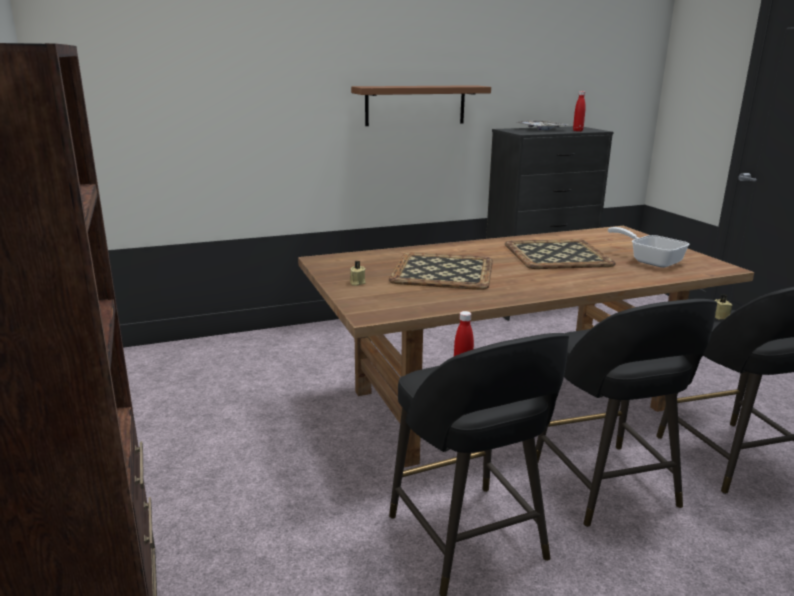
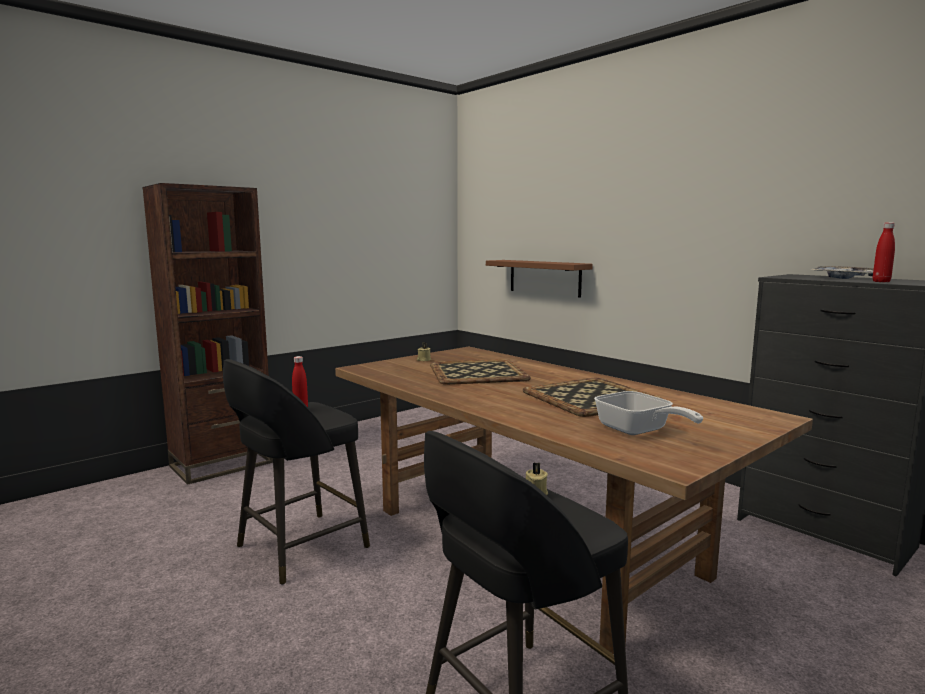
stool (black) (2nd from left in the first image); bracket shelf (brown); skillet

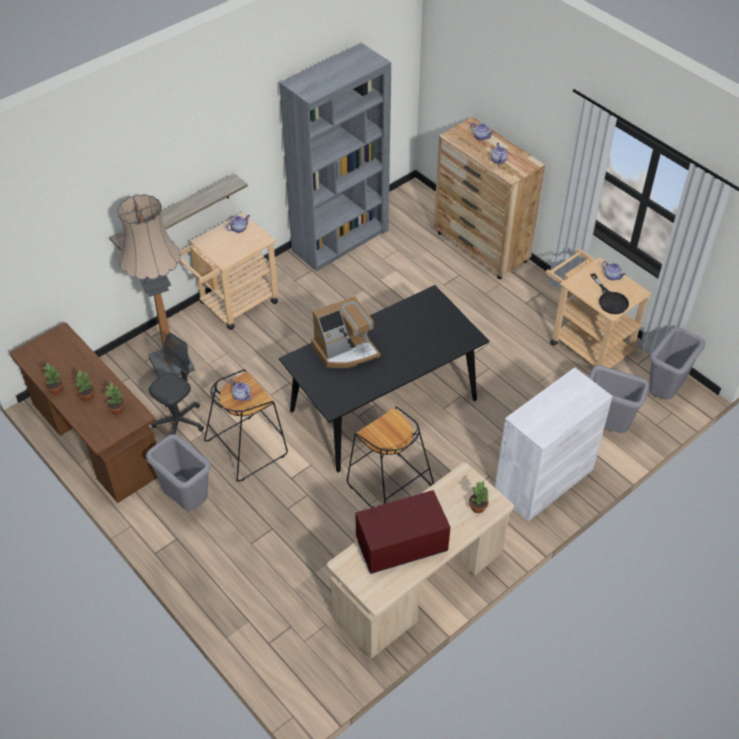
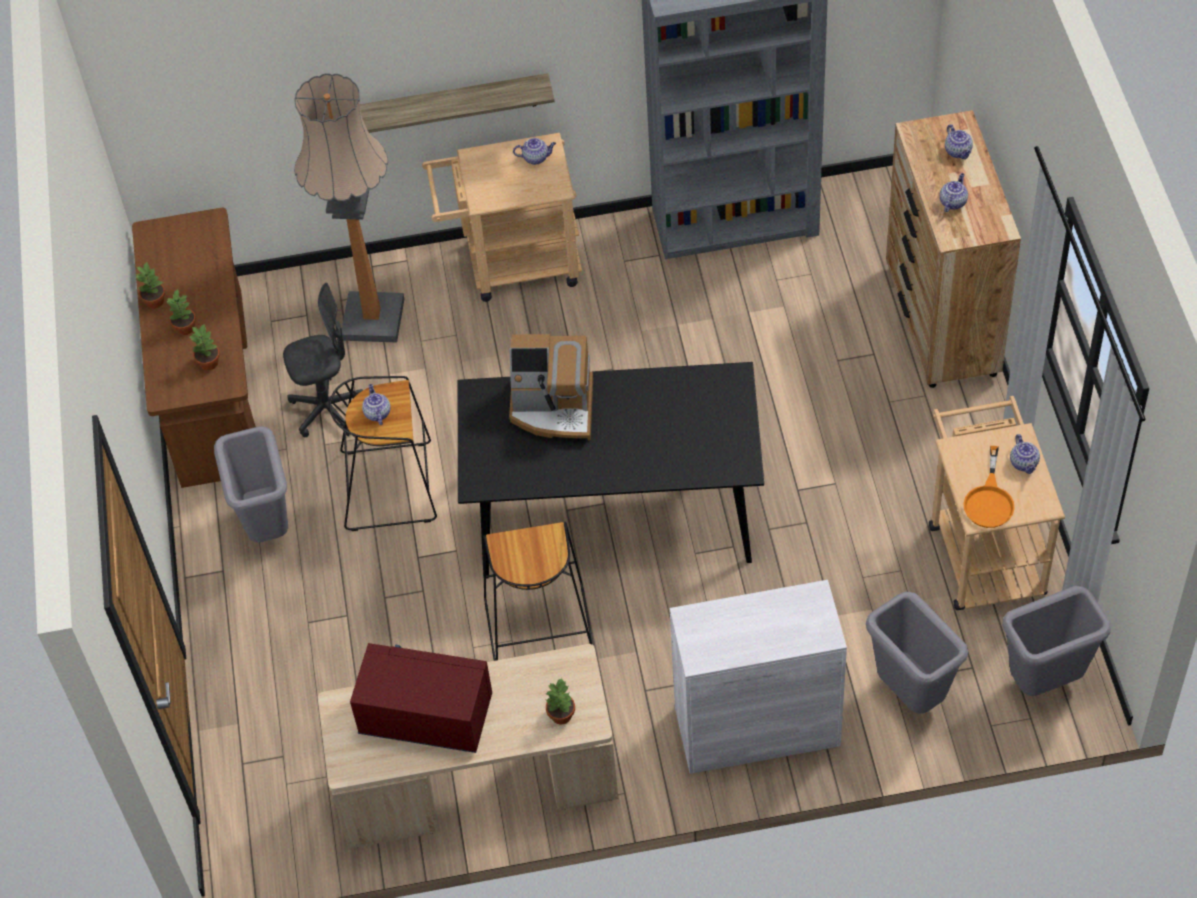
skillet (orange)

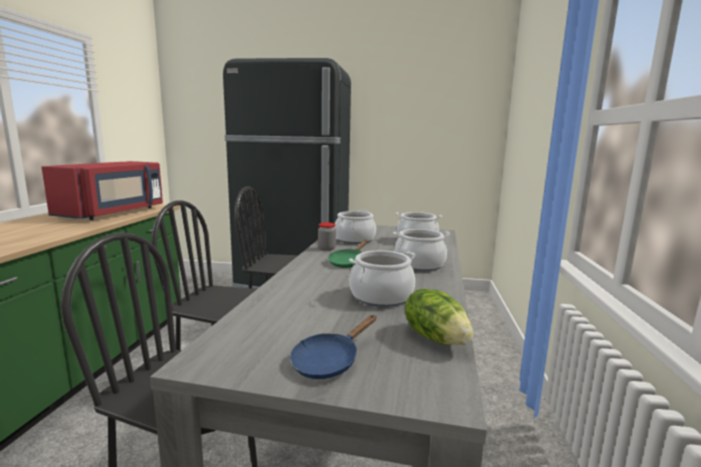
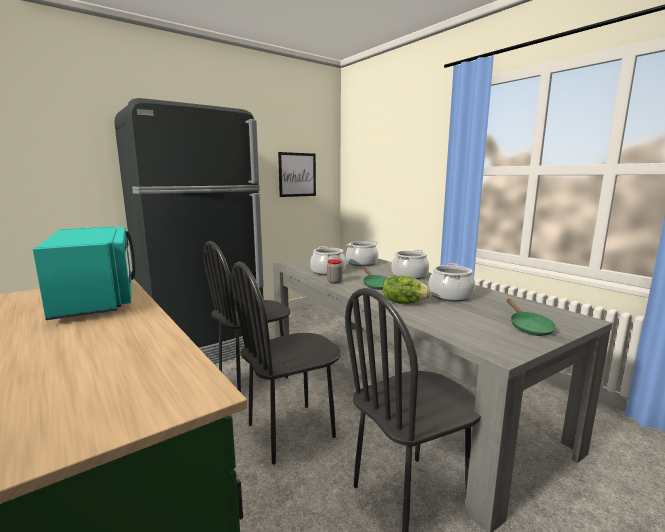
wall art; lettuce head; microwave oven (blue-green); skillet (greenish) (2nd from left)

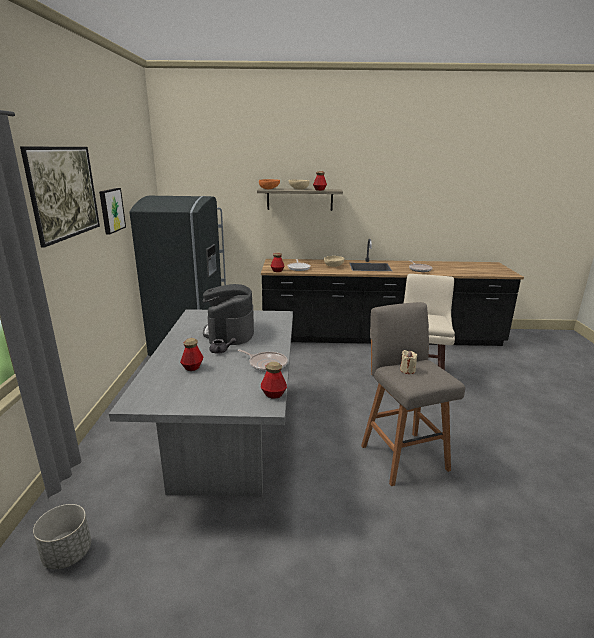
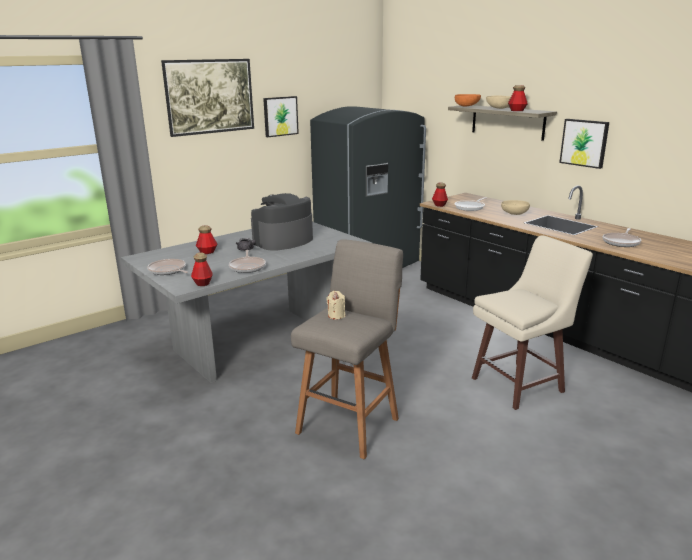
flower pot (grey); skillet (1st from left); wall art (3rd from left)

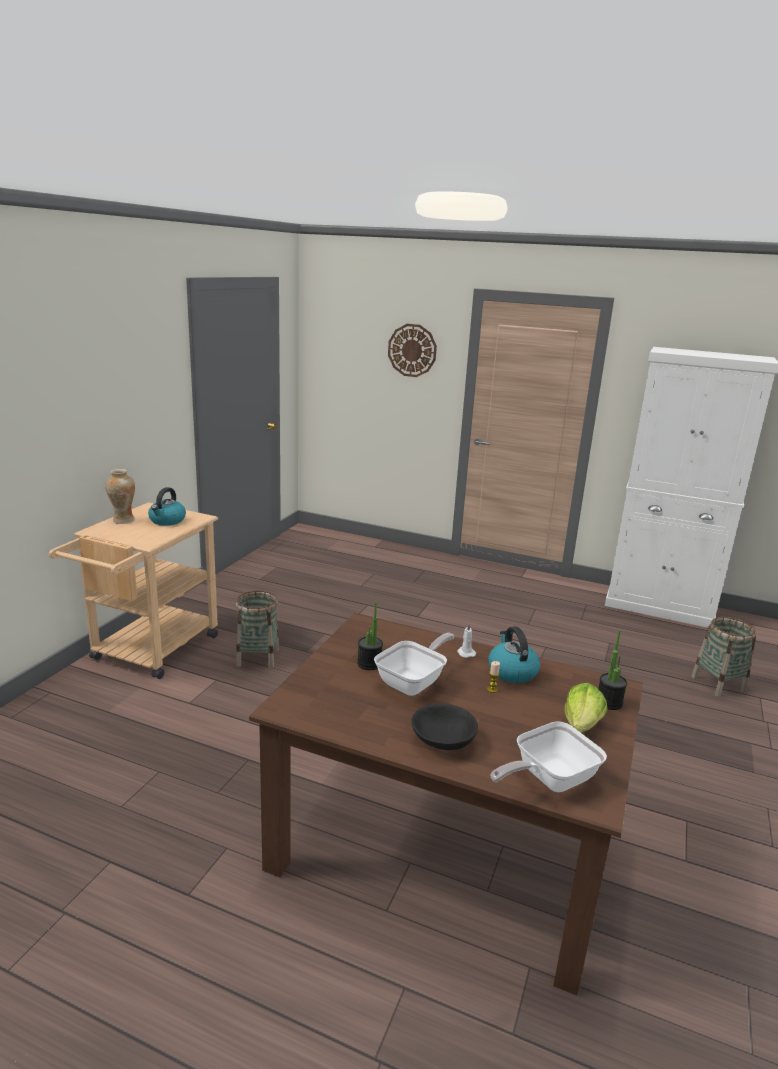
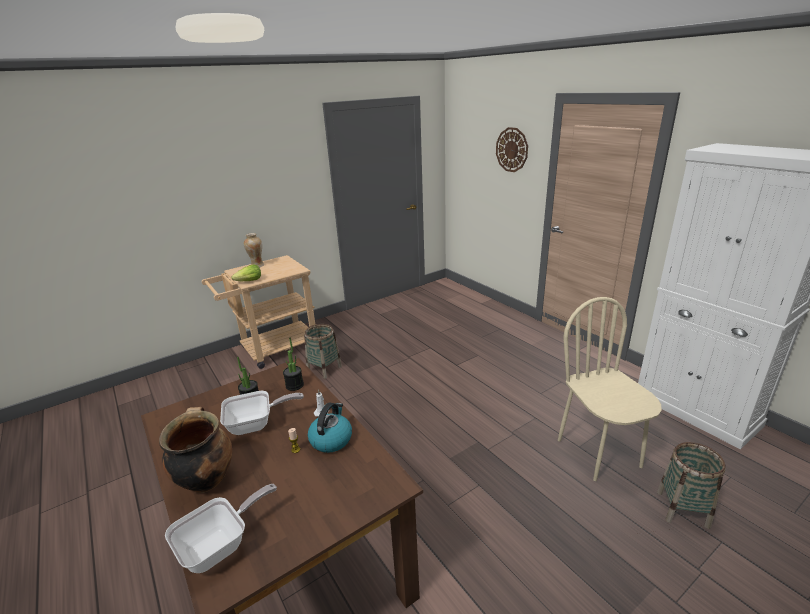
tea kettle (1st from left in the first image); chair (sand-coloured); lettuce head; plant in a pot (2nd from left); stockpot; skillet (1st from left)

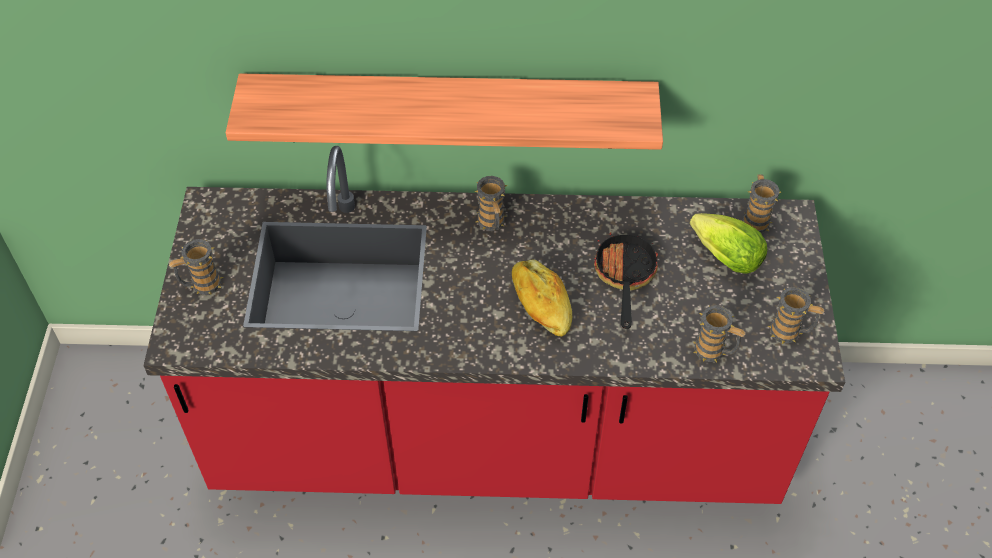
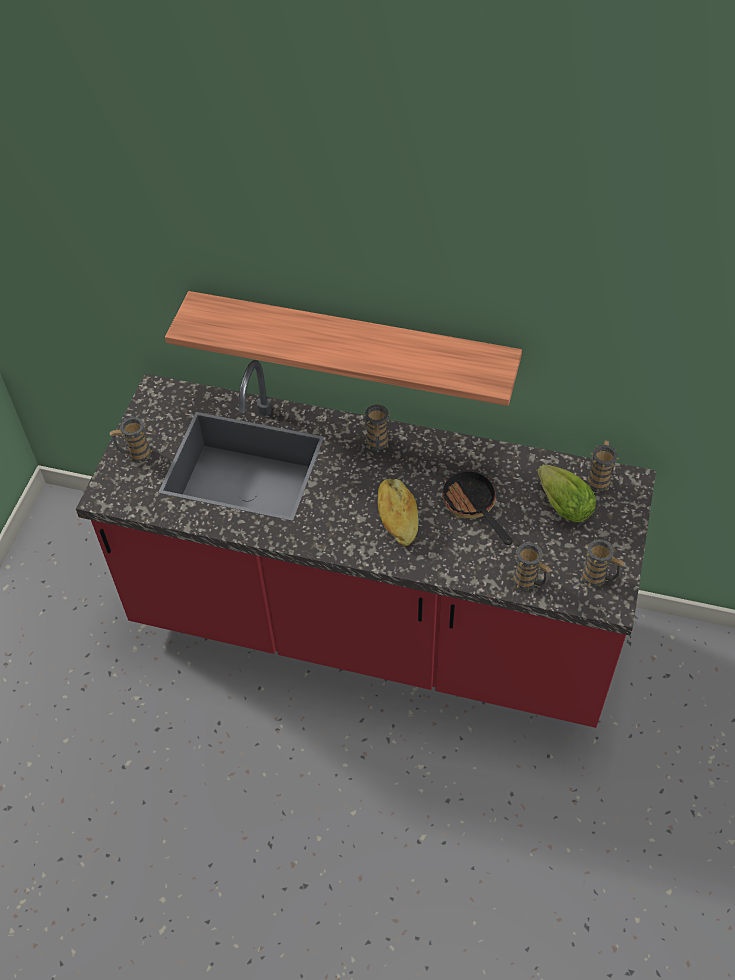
skillet

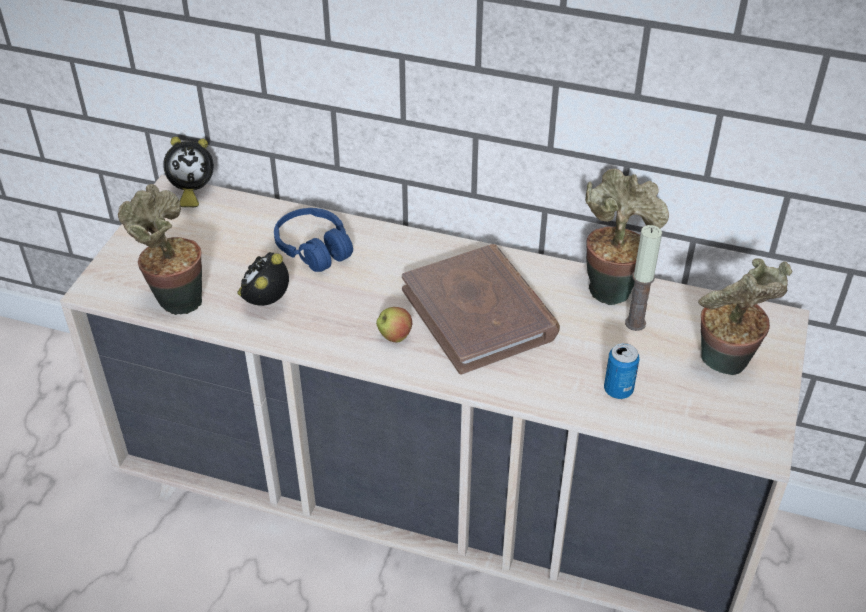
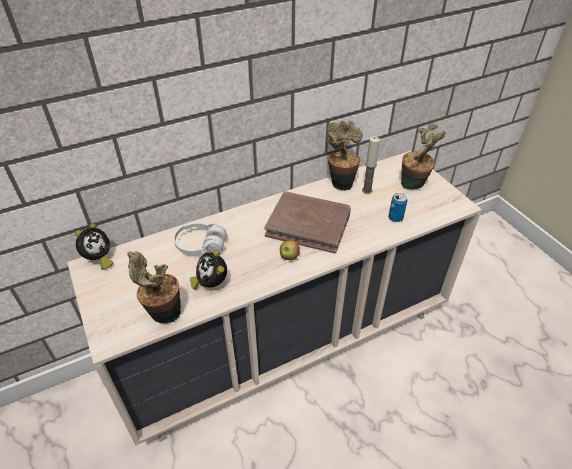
headphones (white-coloured)

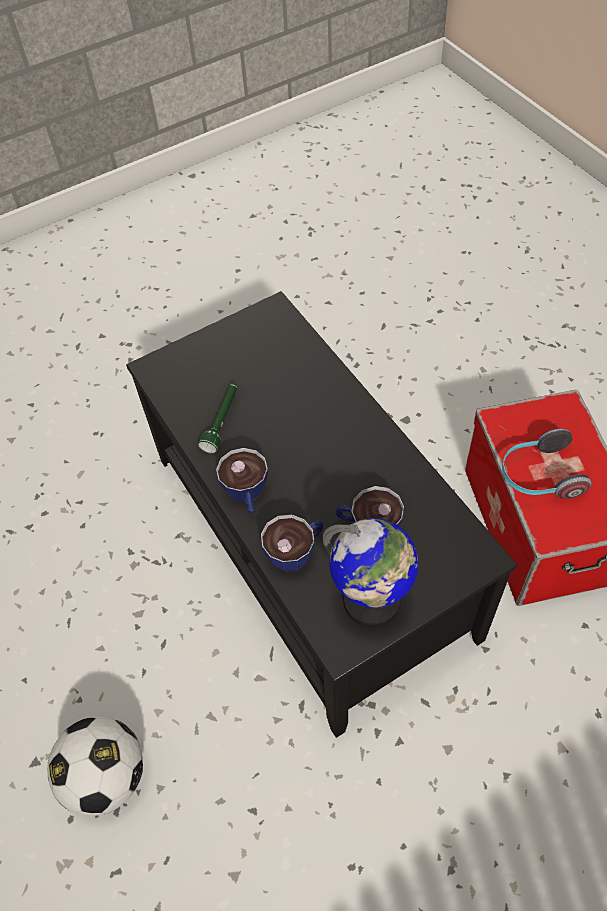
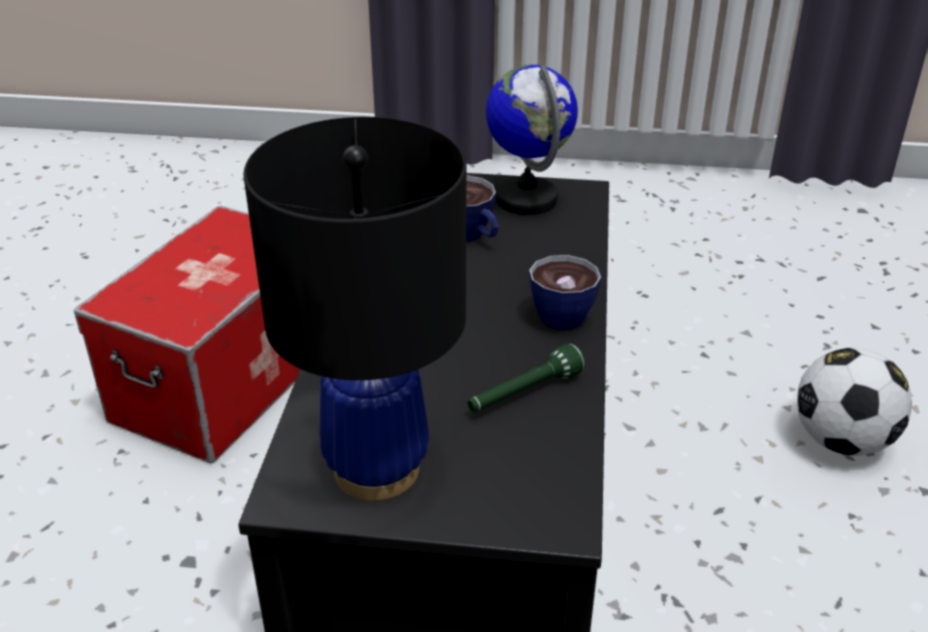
small cup (2nd from left in the first image); headphones; lamp for a table (black)

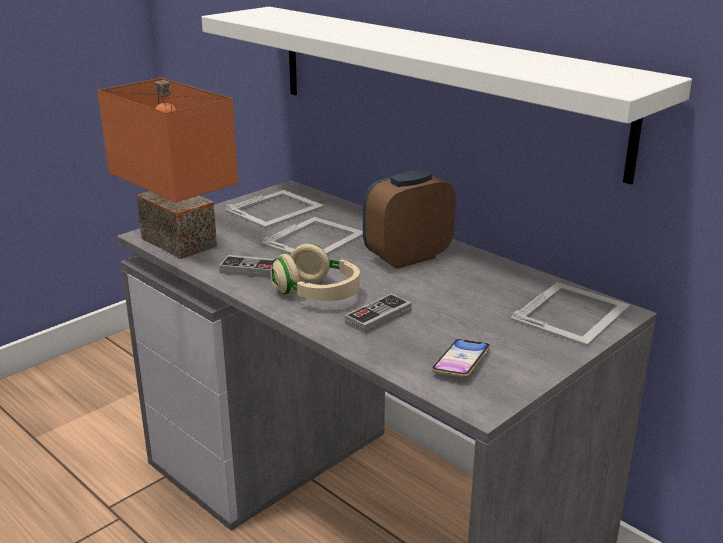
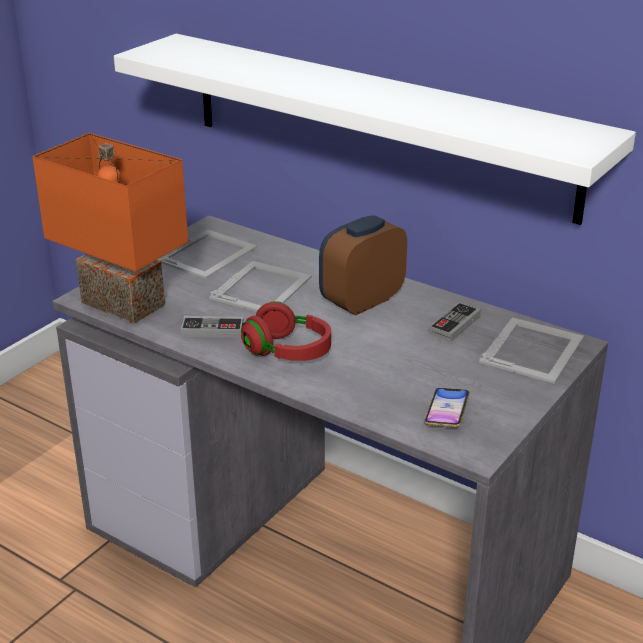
game controller (2nd from left); headphones (reddish)

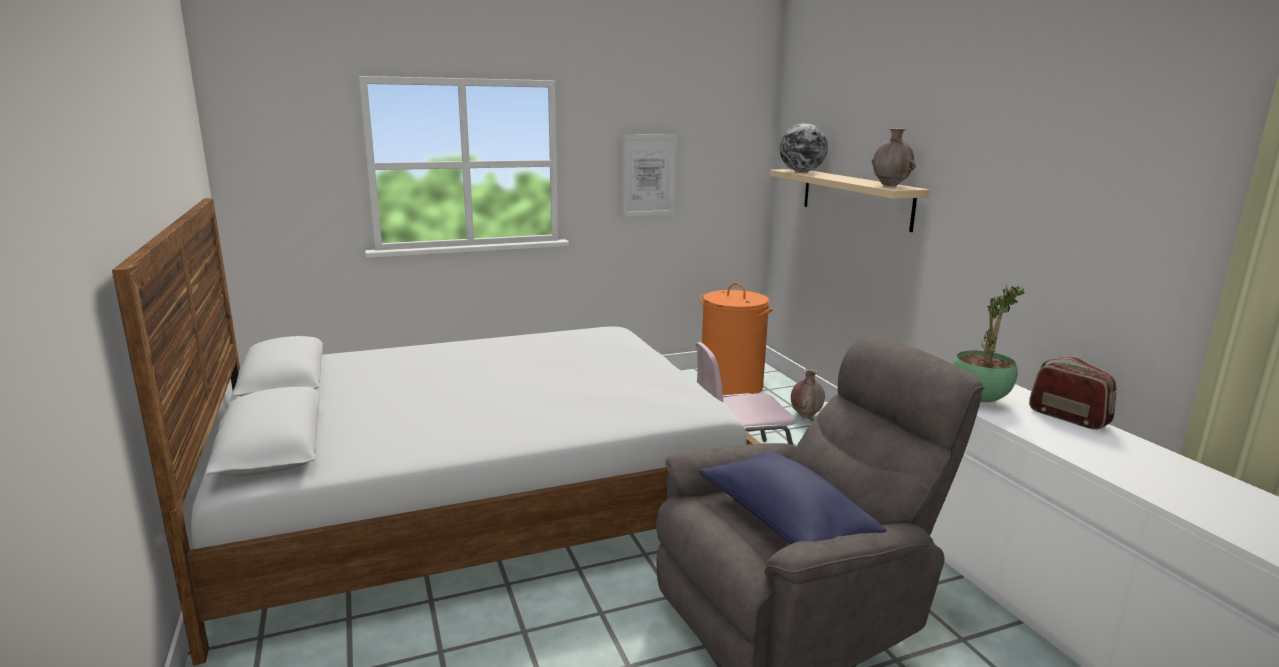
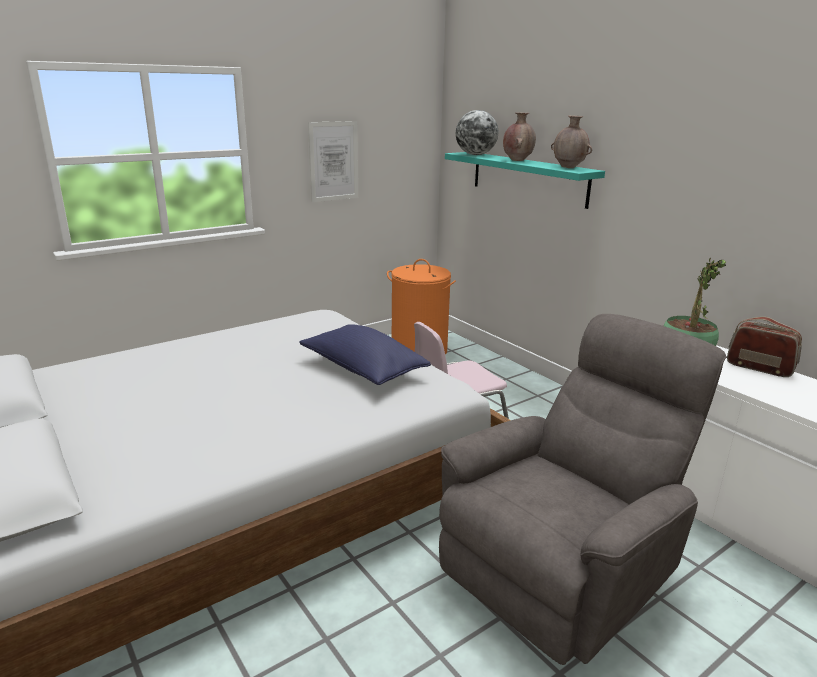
cushion (blue-coloured); vase (brown) (1st from left); bracket shelf (blue-green)

